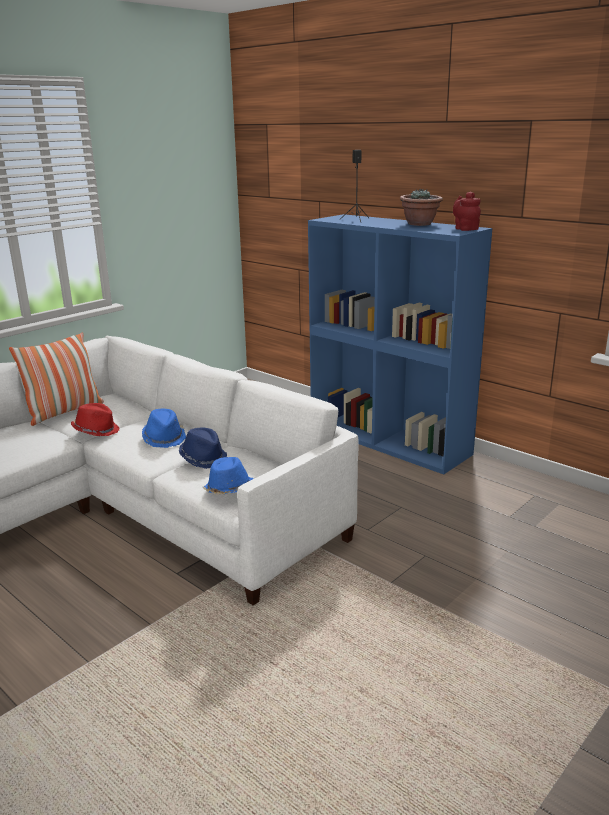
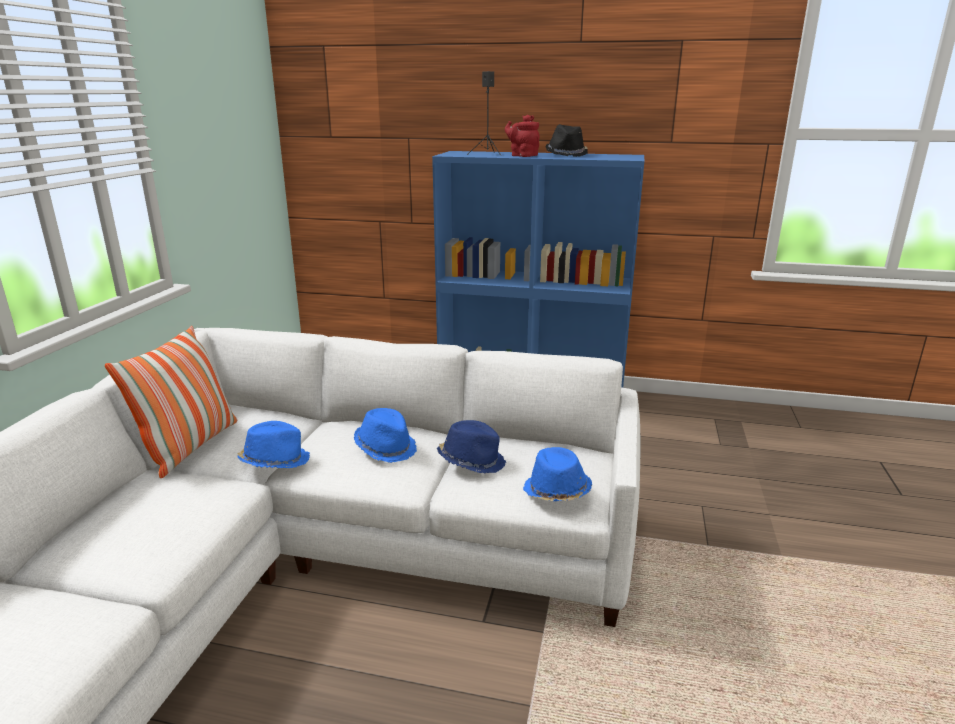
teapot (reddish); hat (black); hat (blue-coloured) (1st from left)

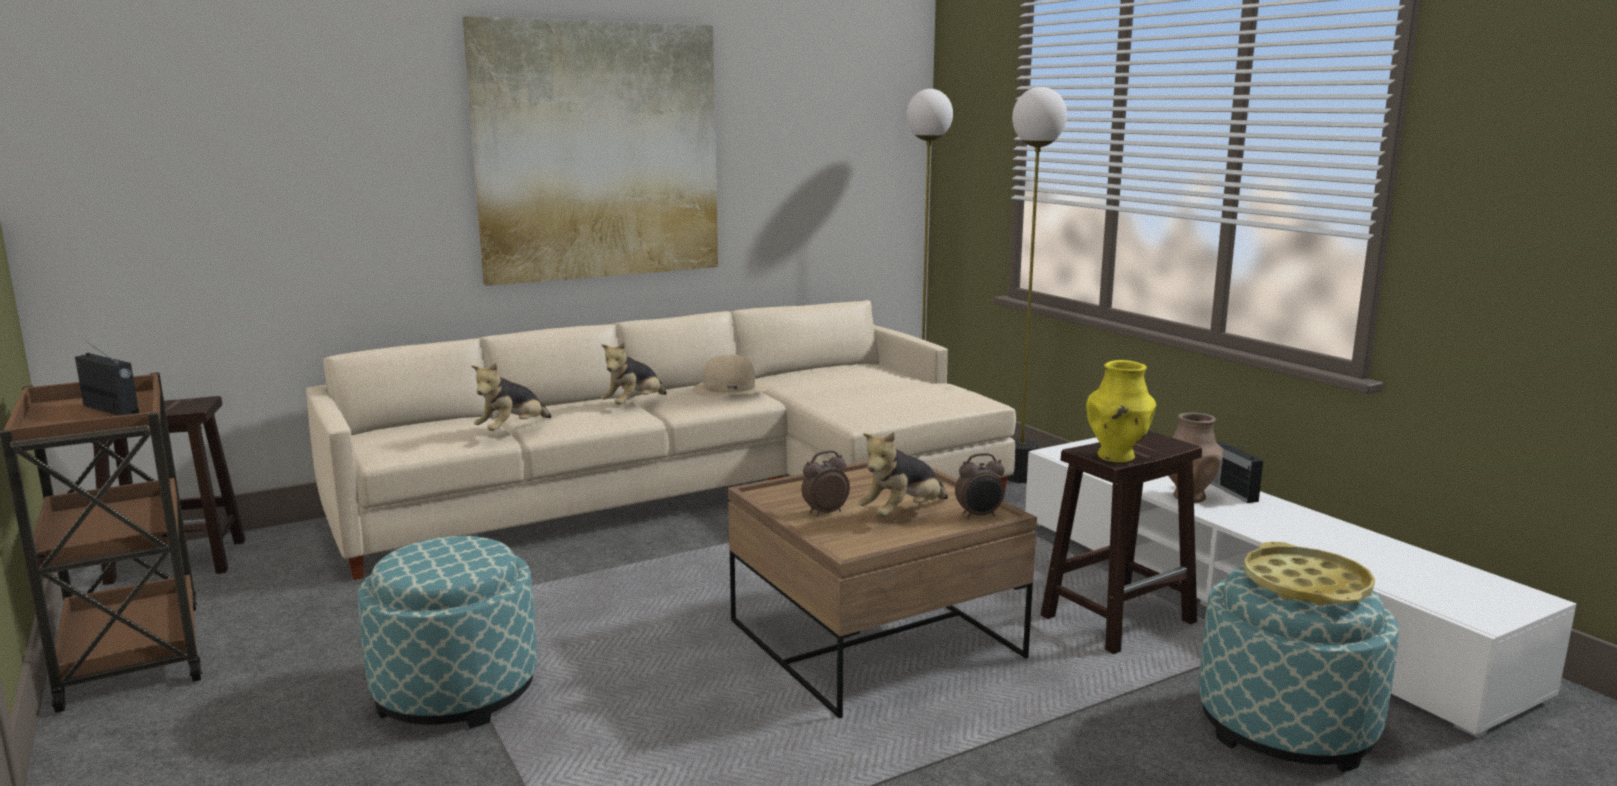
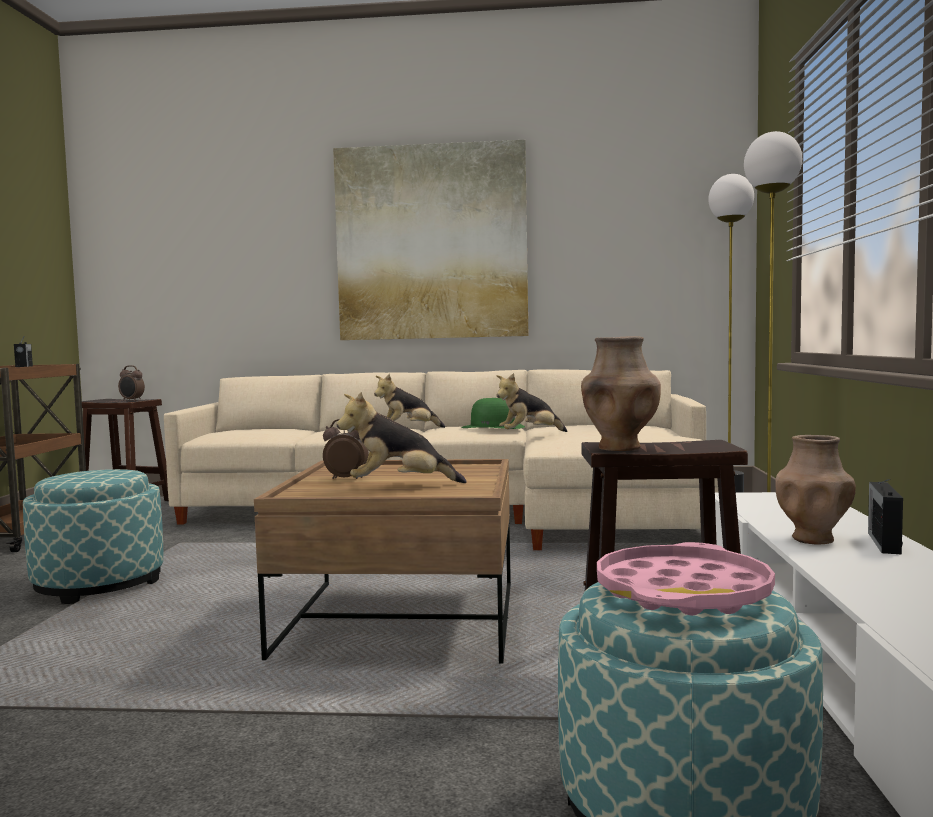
cuddly toy (3rd from left); table clock (1st from left); hat (greenish); vase (brown) (1st from left); serving tray (pinkish)

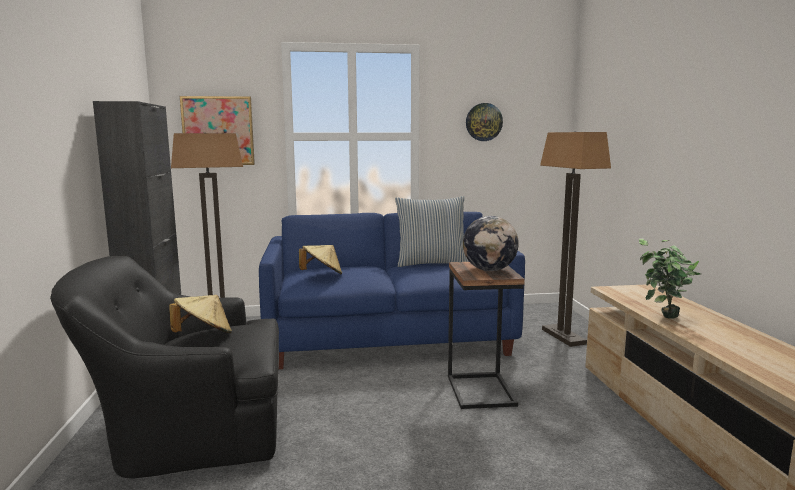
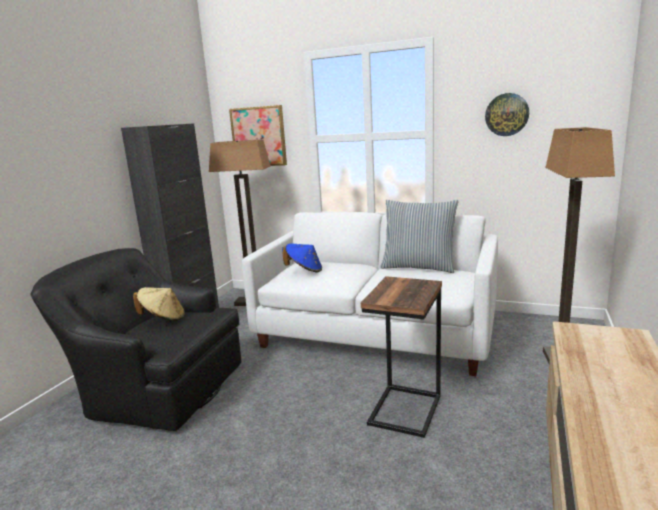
globe; plant in a pot; couch (white-coloured); hat (blue-coloured)

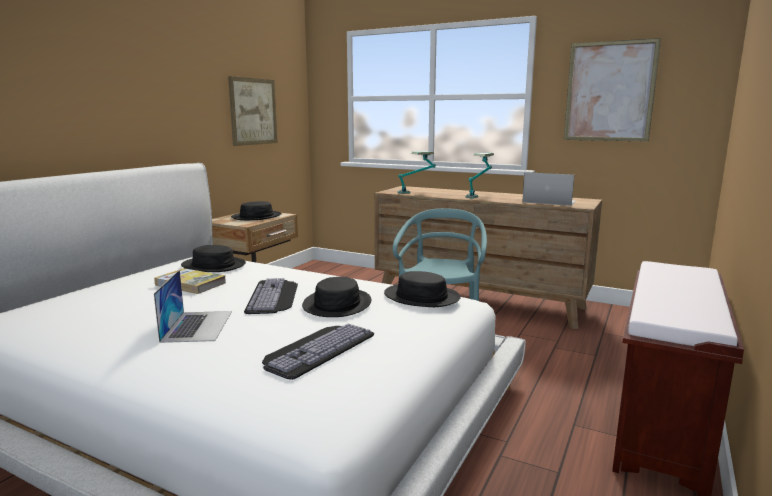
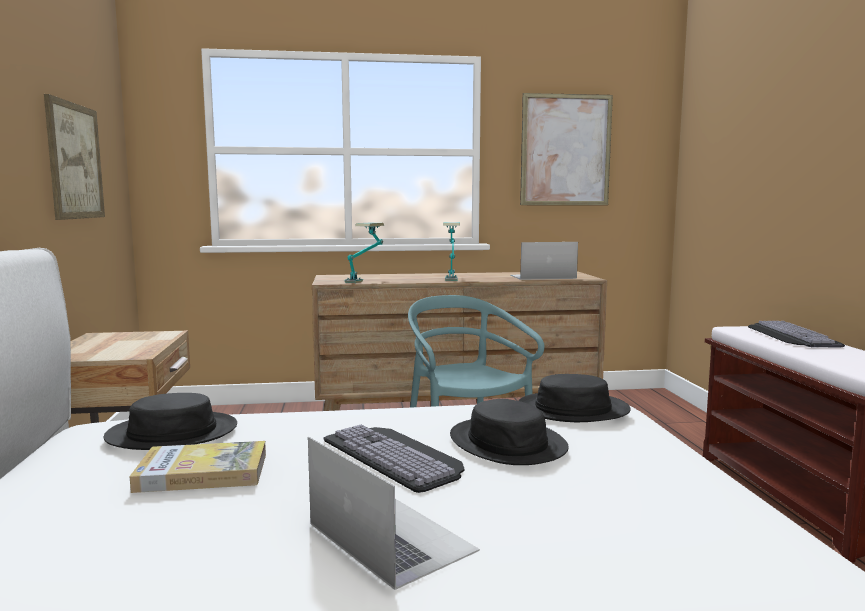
hat (black) (2nd from left in the first image); computer keyboard (2nd from left)

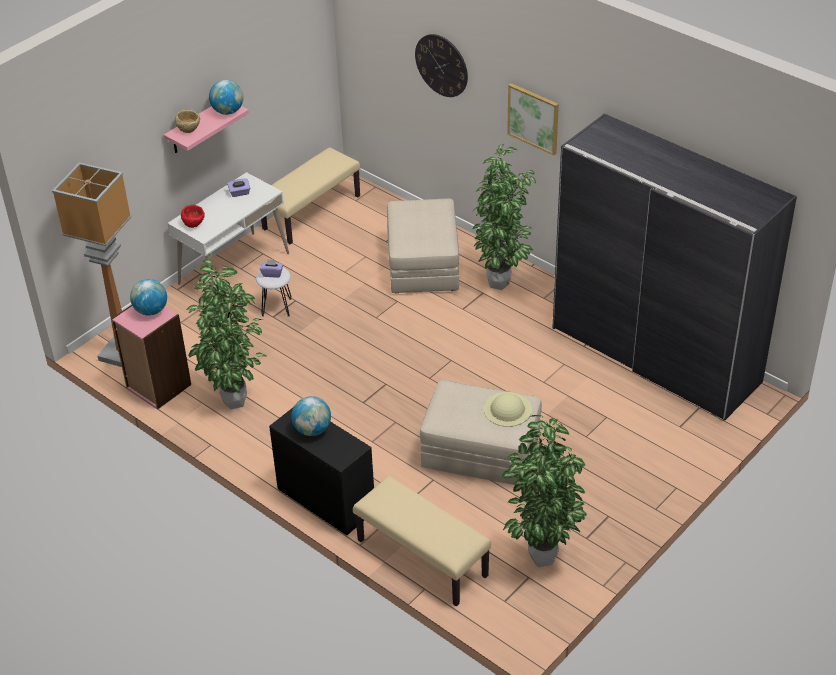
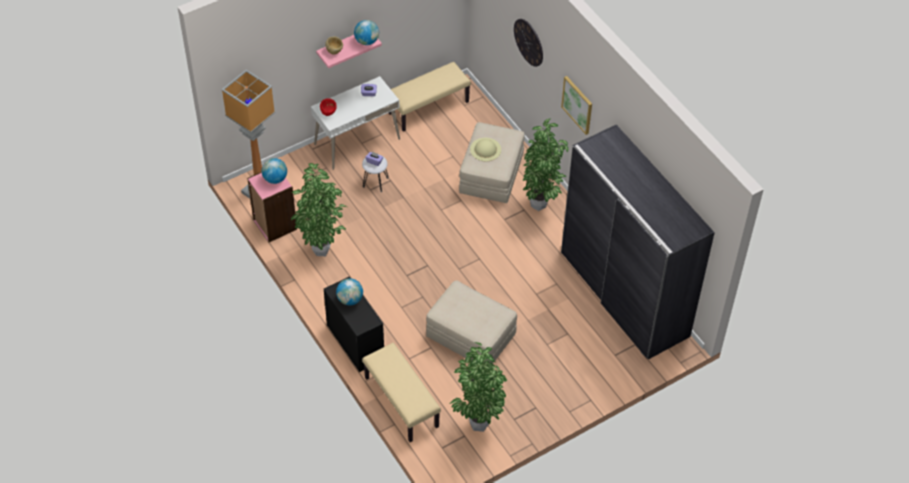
hat (sand-coloured)

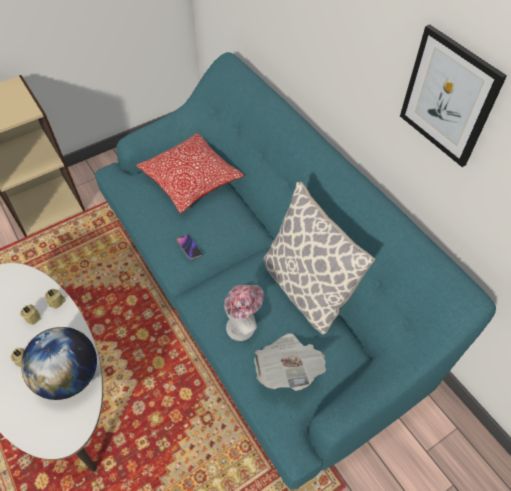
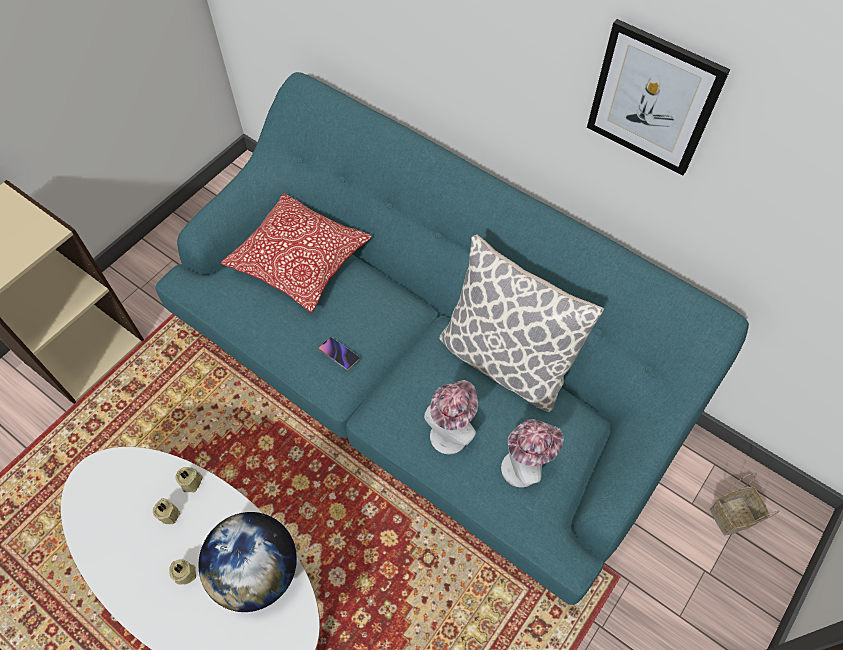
basket; hat (2nd from left)

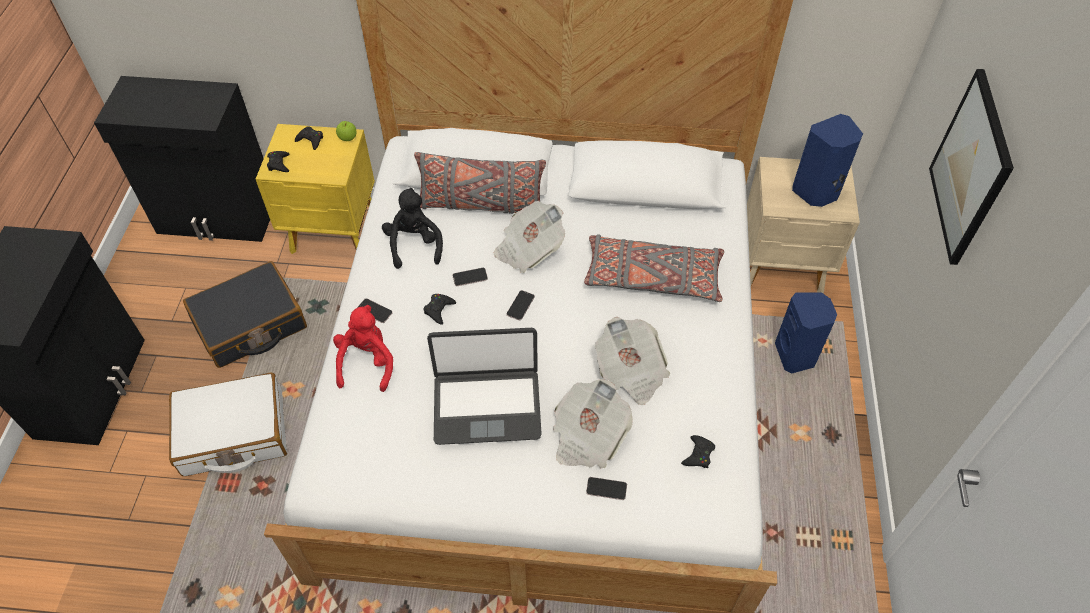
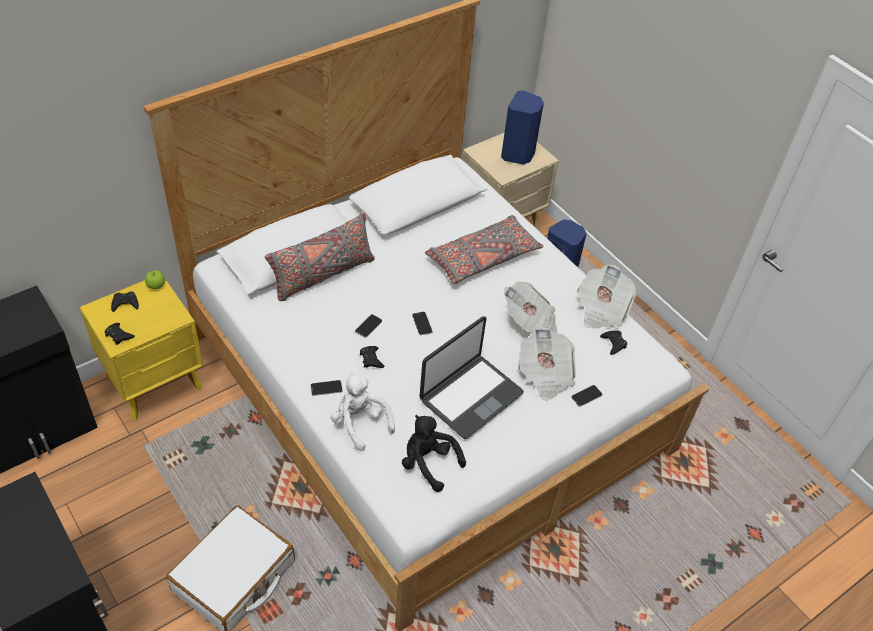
suitcase (black); wall art; cuddly toy (black); newspaper (3rd from left); cuddly toy (white-coloured)

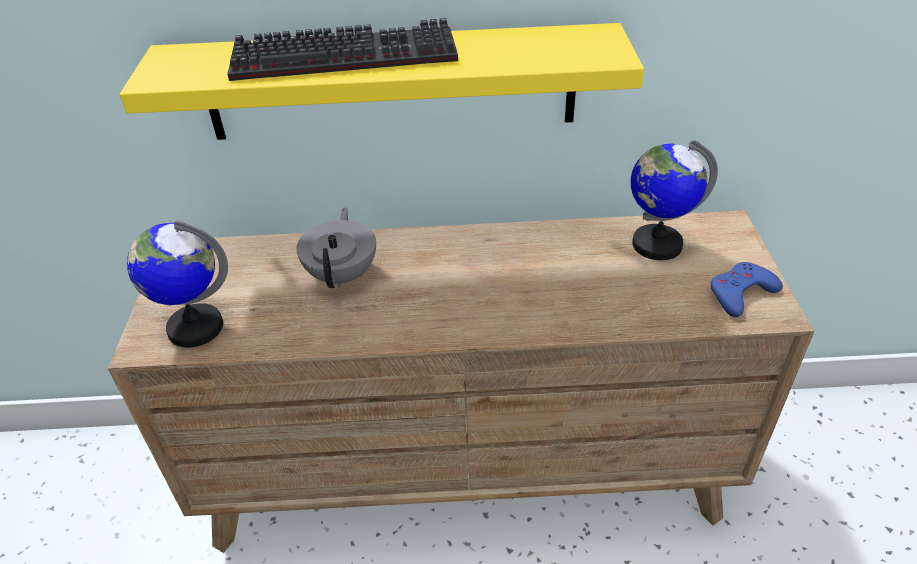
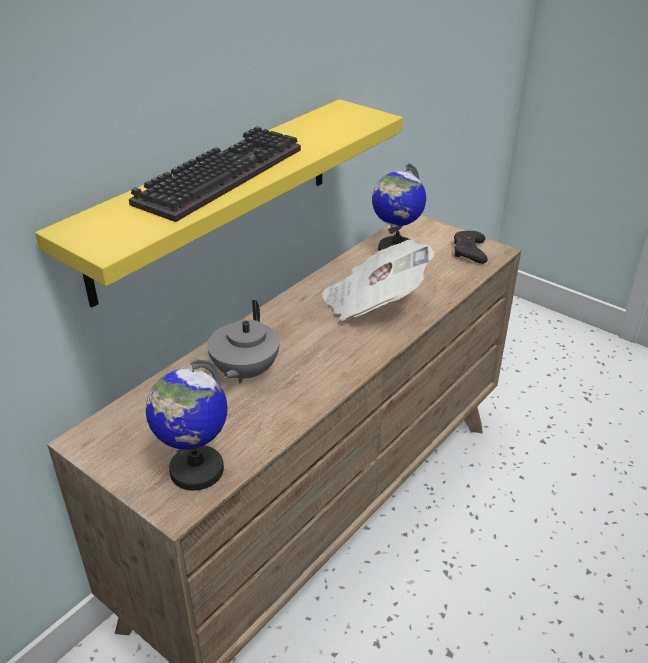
newspaper; game controller (black); teapot (grey)

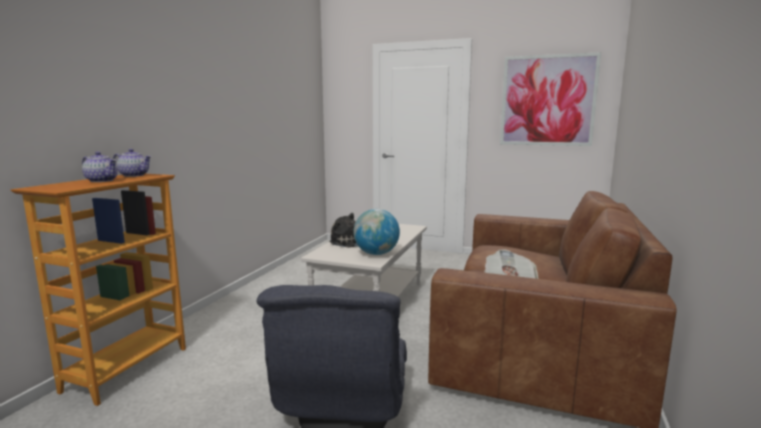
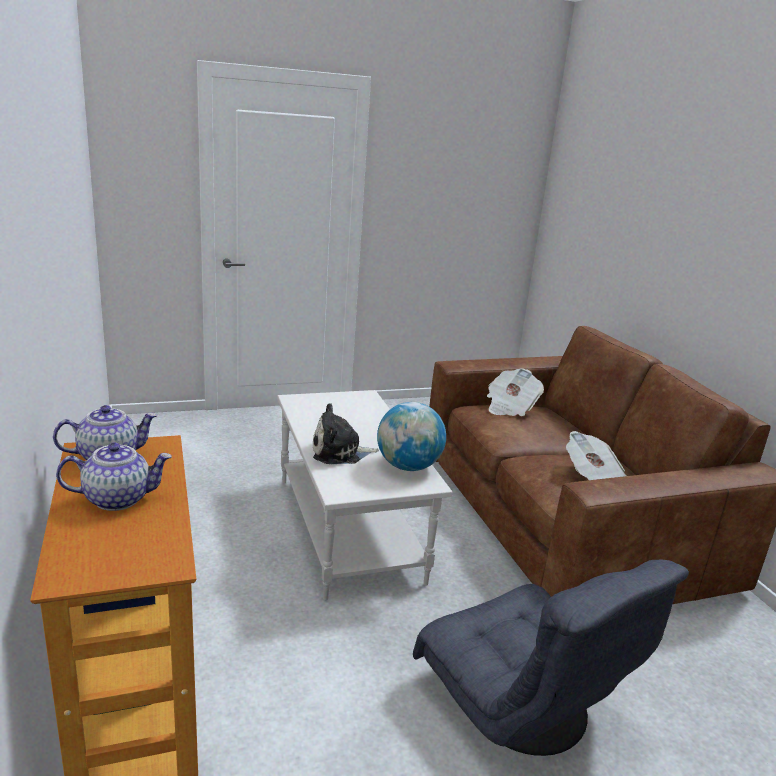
wall art; newspaper (1st from left)

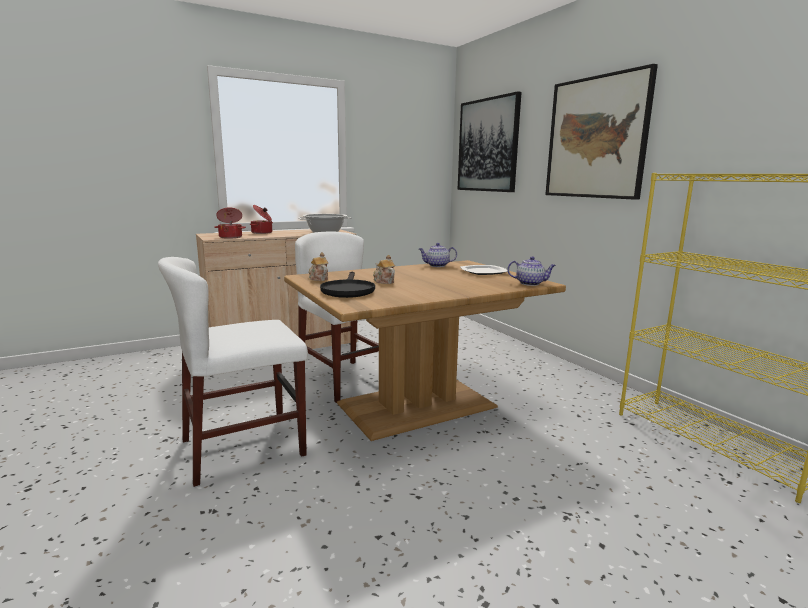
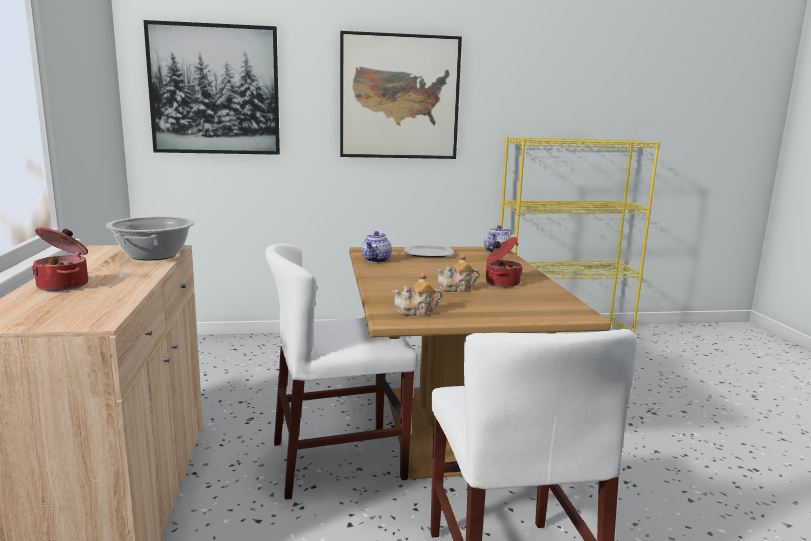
skillet (black); stockpot (3rd from left)

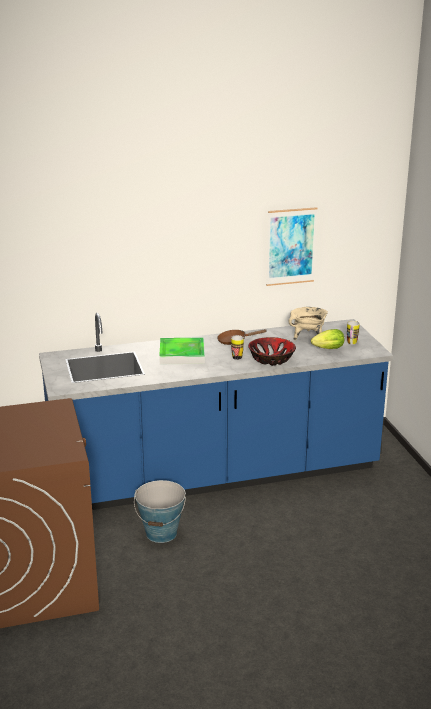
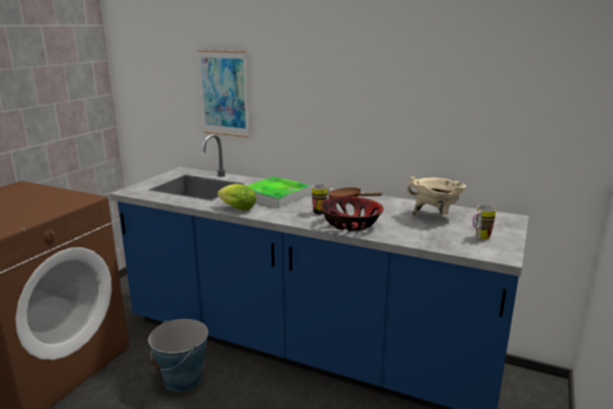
wall art; lettuce head

